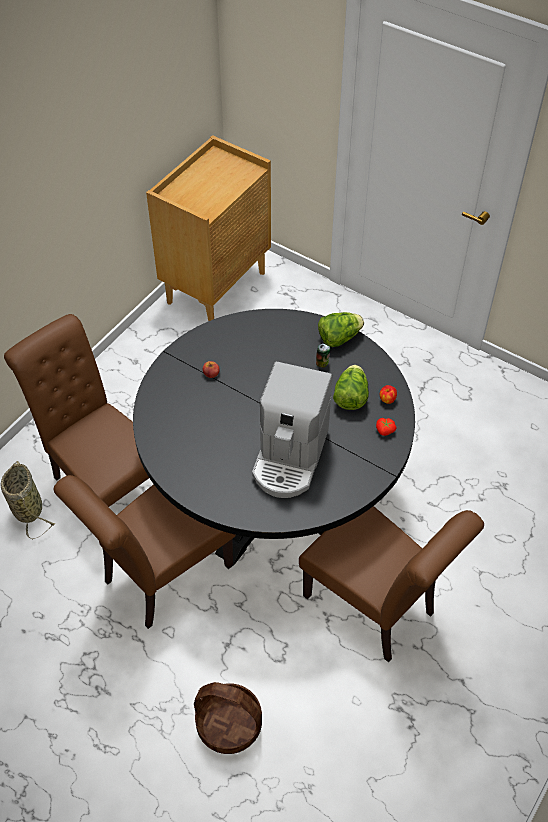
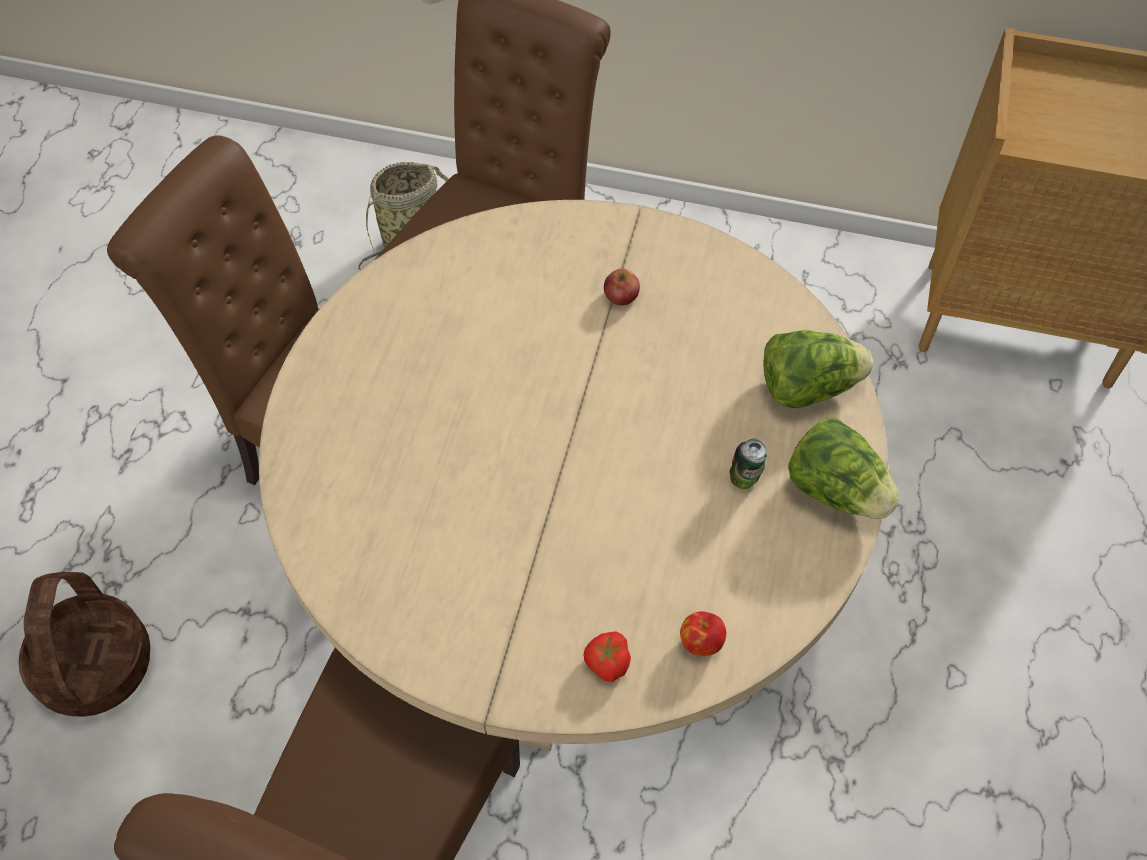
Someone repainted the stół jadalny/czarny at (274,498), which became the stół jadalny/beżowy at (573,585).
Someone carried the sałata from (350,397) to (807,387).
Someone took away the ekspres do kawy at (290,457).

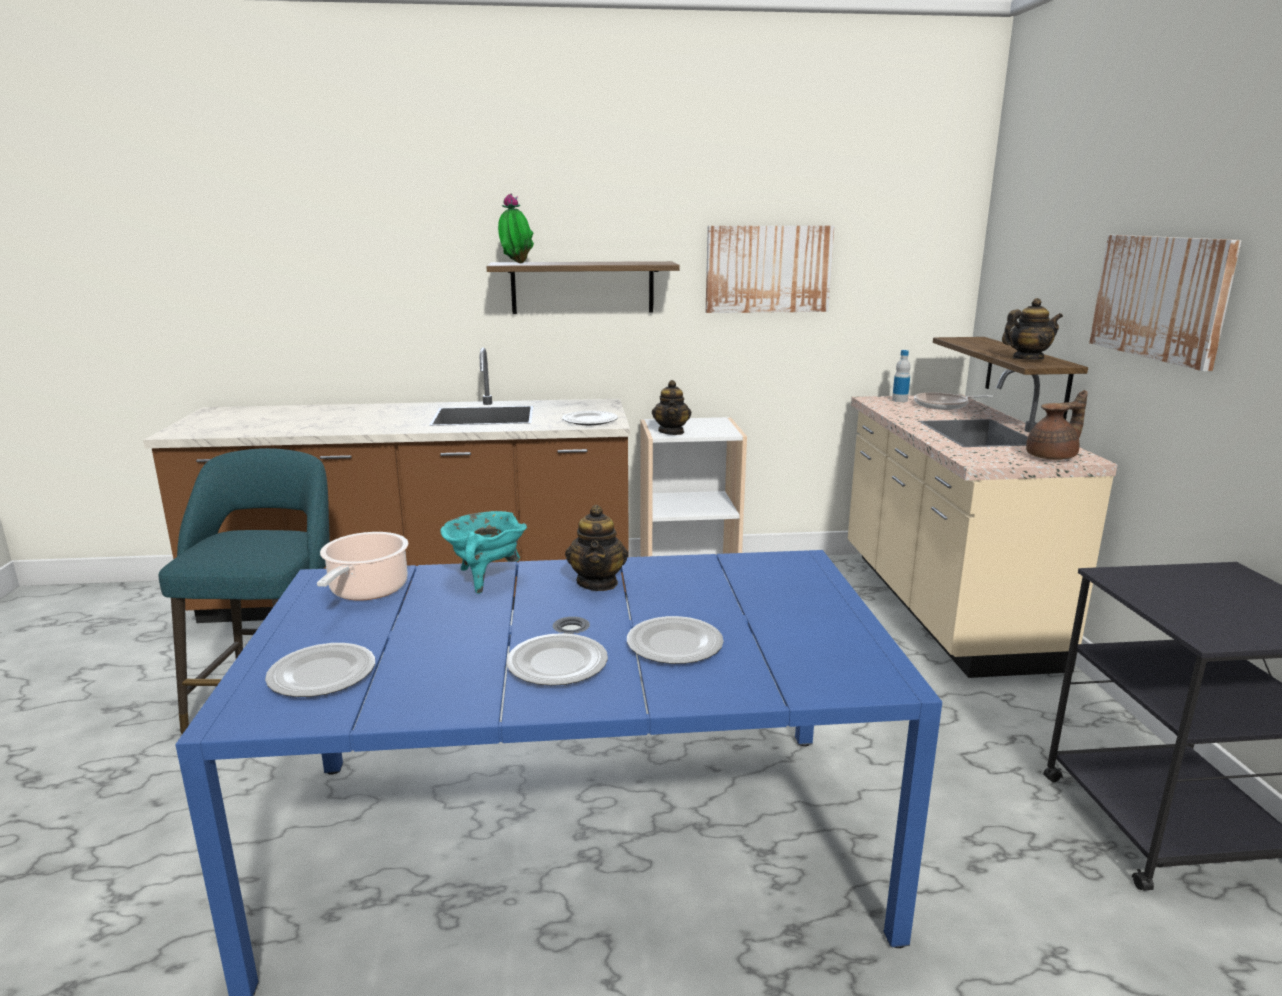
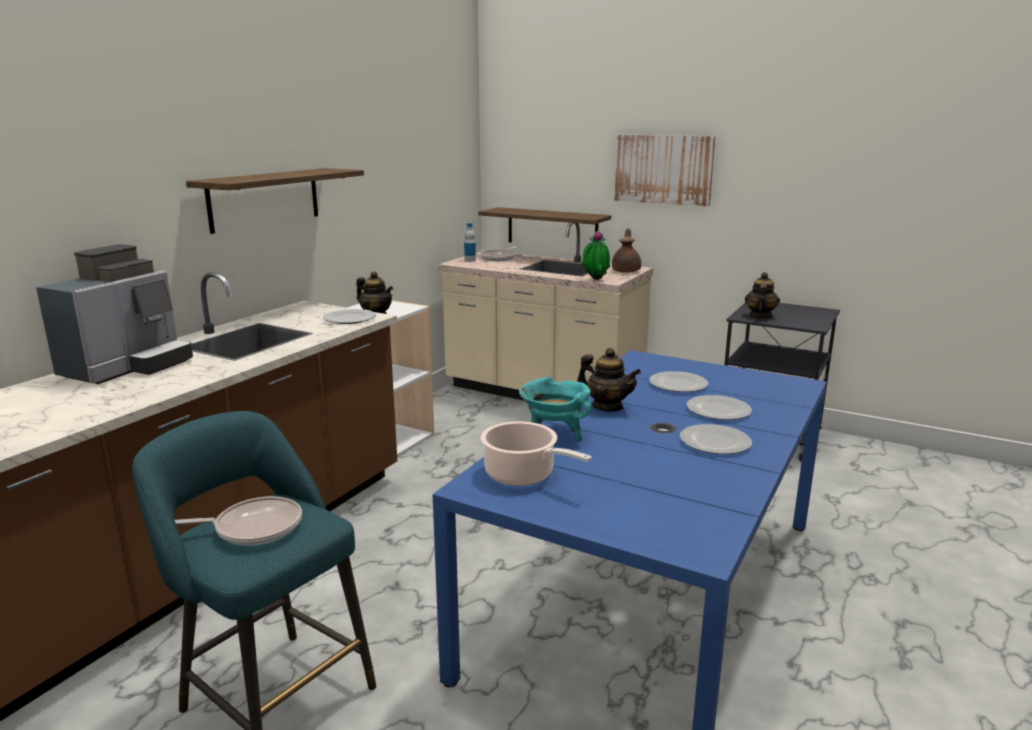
Someone put down the ekspres do kawy at (128,367).
Someone put down the patelnia at (253,528).
Someone carried the roślina doniczkowa from (516,263) to (595,280).
Someone carried the talerz from (321,673) to (677,384).
Someone carried the imbryk from (1027,359) to (759,316).
Someone took away the obraz at (768,269).

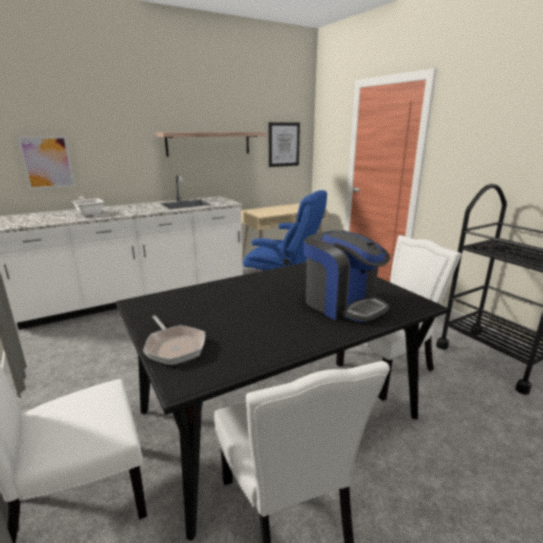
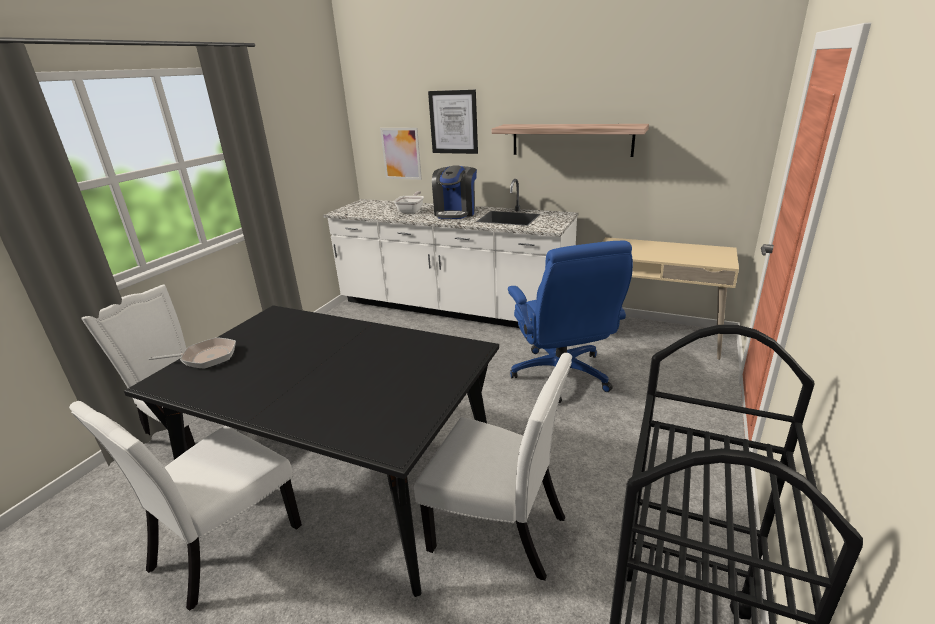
Someone rotated the patelnia at (174,346) by 120 degrees counterclockwise.
Someone carried the obraz from (283,144) to (453,122).
Someone carried the ekspres do kawy from (342,304) to (455,213).

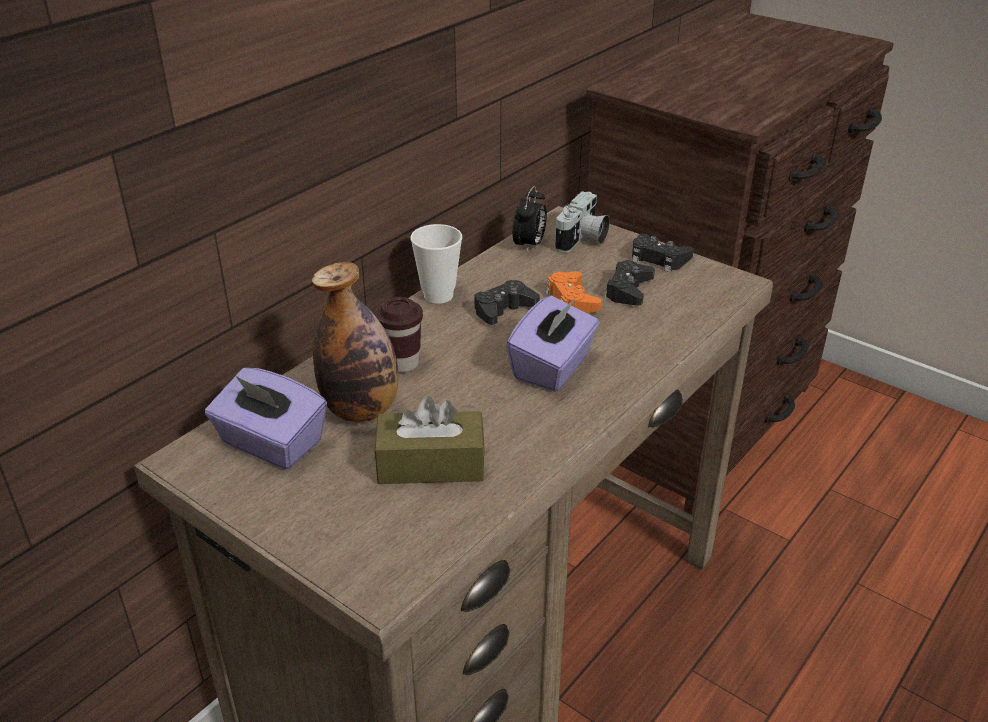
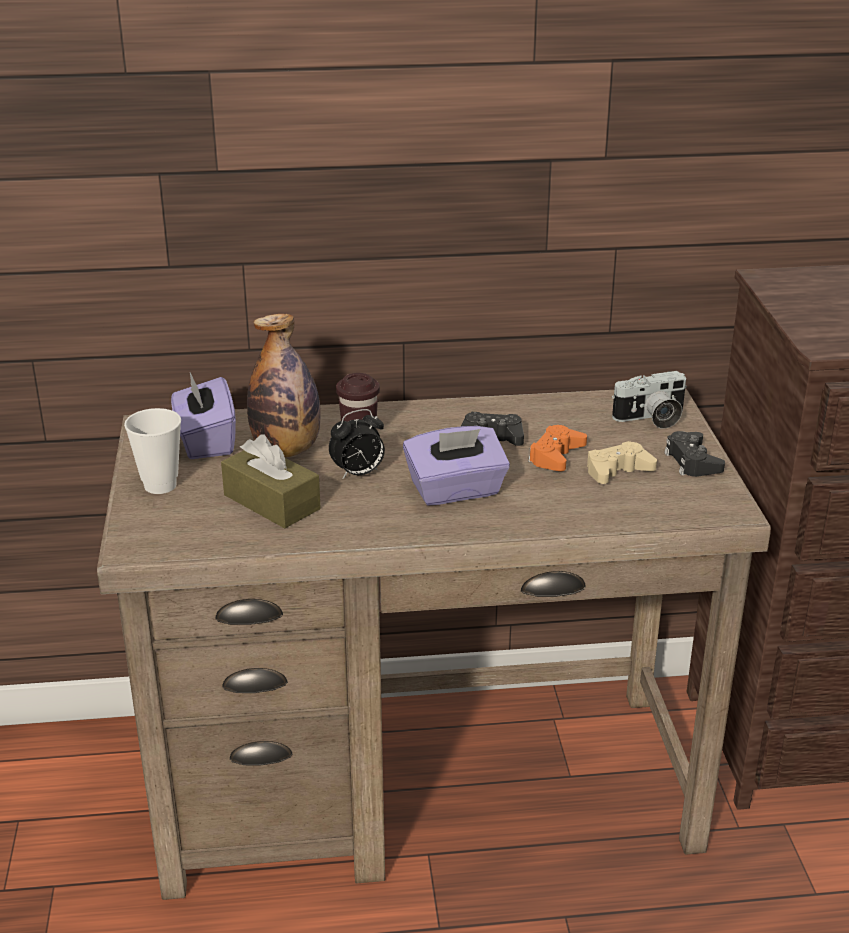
Someone carried the filiżanka from (438,295) to (160,485).
Someone carried the budzik from (529,245) to (358,474).
Someone repainted the pad do gier/czarny at (628,290), which became the pad do gier/beżowy at (617,471).

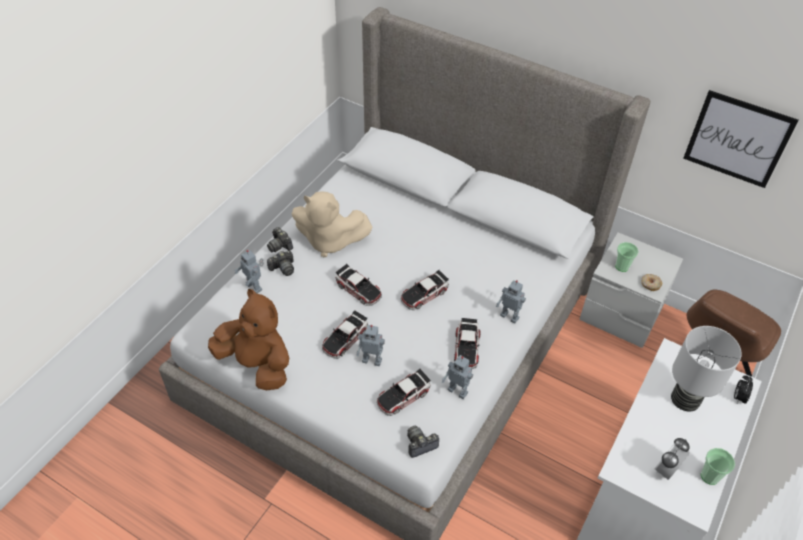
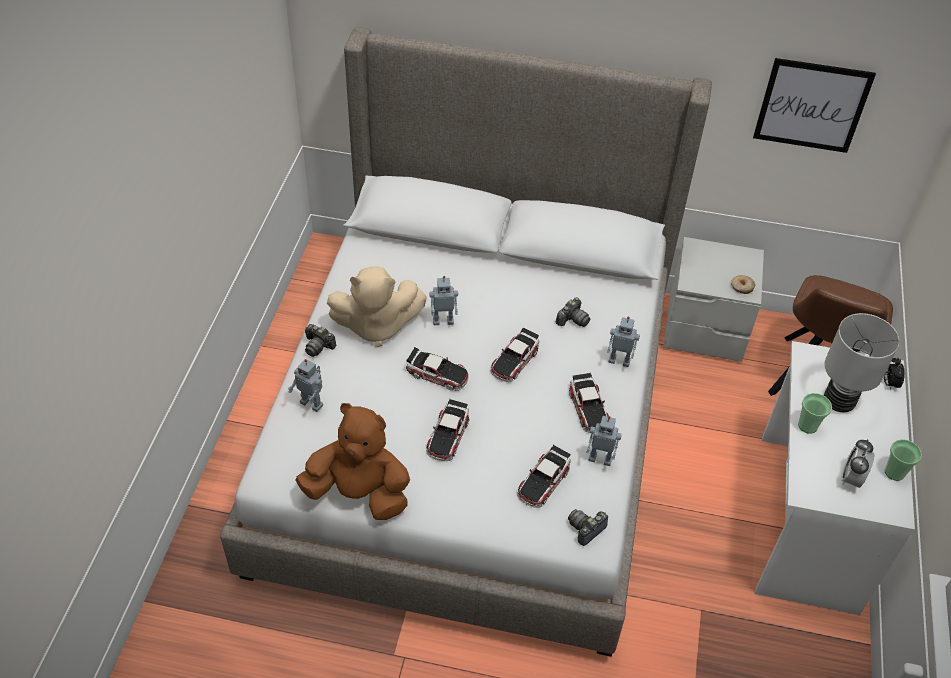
Someone carried the robot zabawkowy from (372,360) to (443,320).
Someone carried the aparat fotograficzny from (283,268) to (572,320).
Someone carried the filiżanka from (622,266) to (807,425).

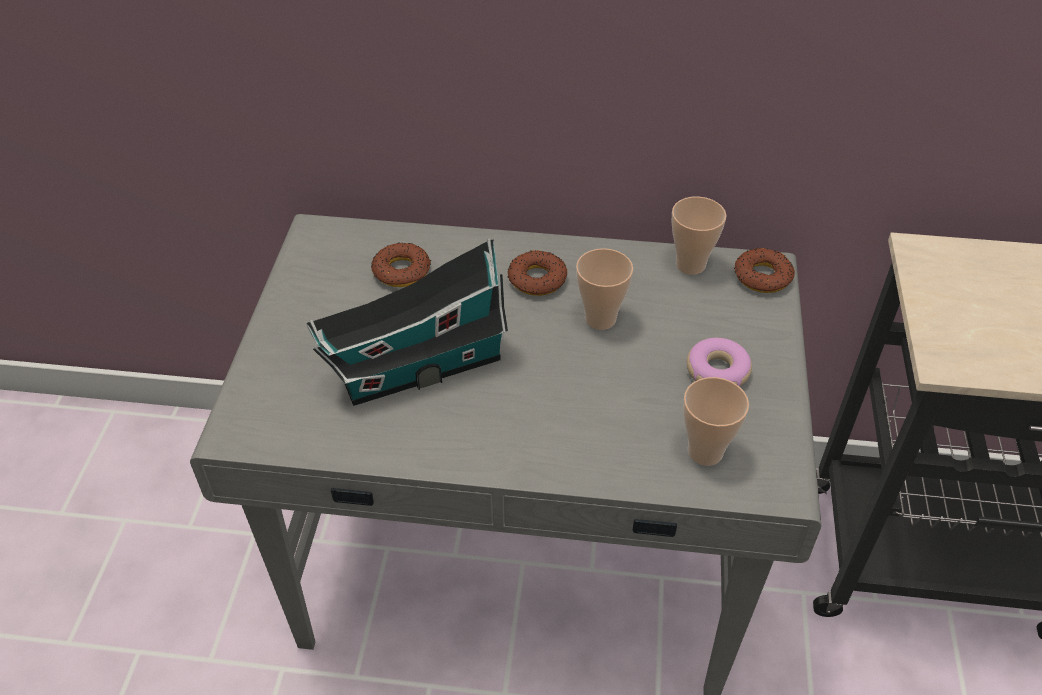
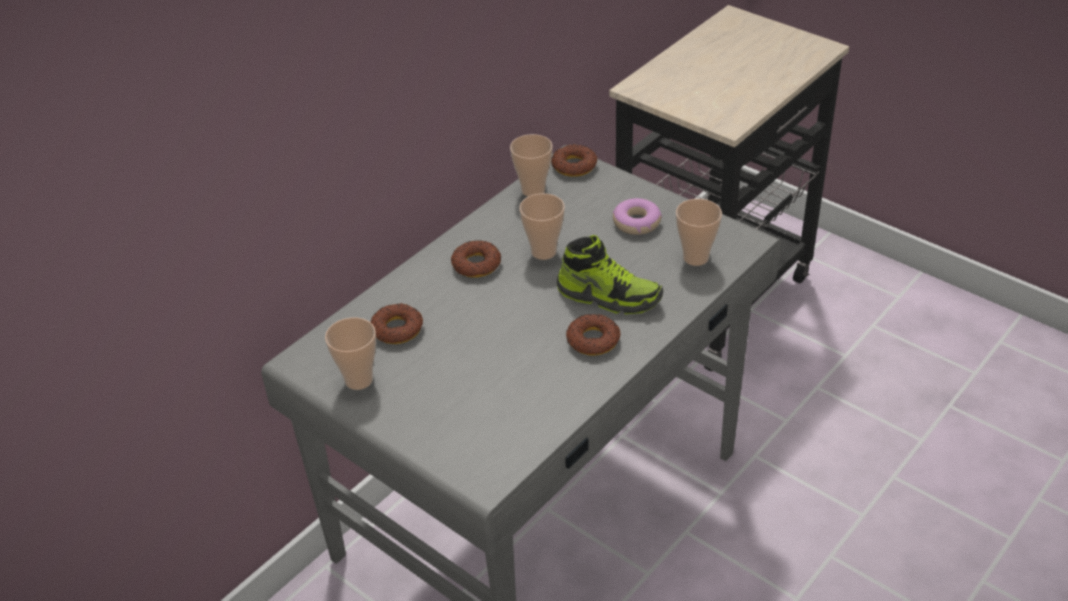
Someone put down the filiżanka at (358,380).
Someone put down the but at (609,296).
Someone put down the donut at (593,340).
Someone took away the domek at (415,370).

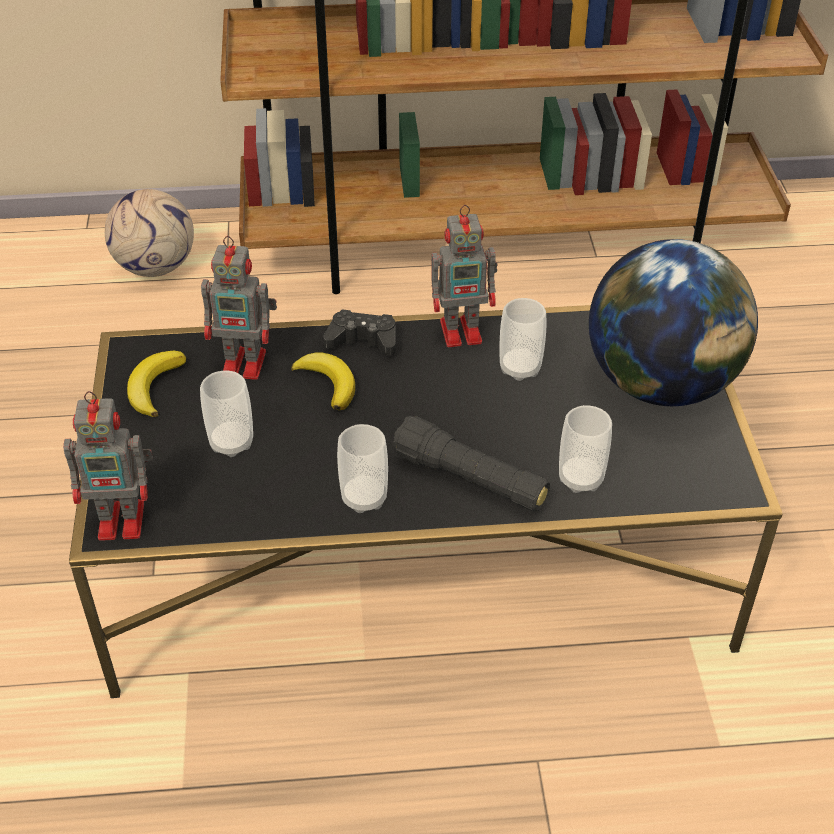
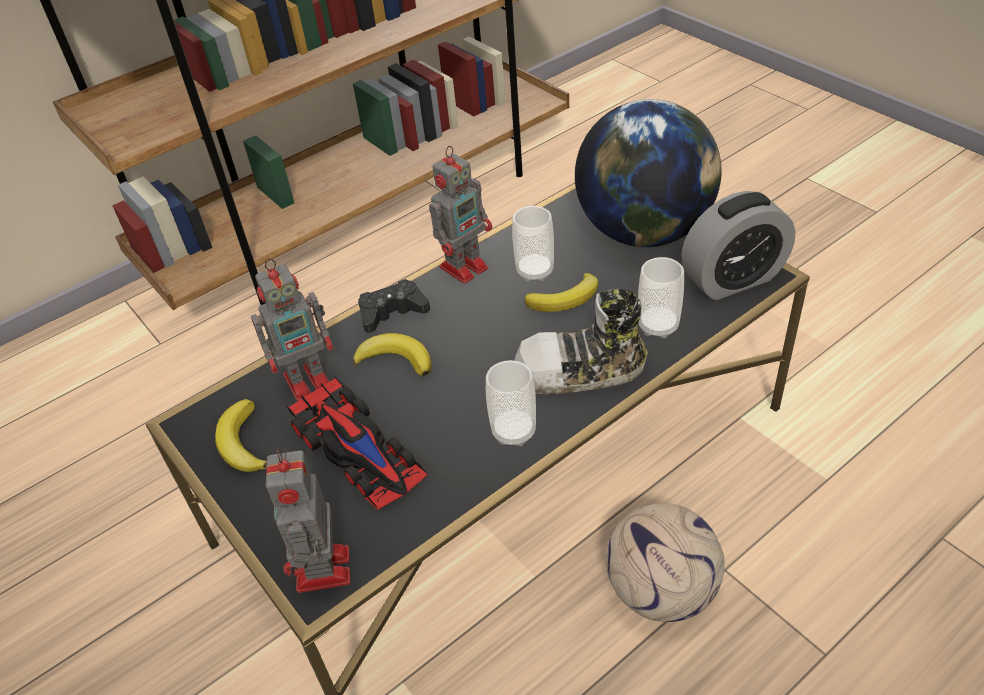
Someone rotated the robot zabawkowy at (124,520) by 120 degrees clockwise.
Someone swapped the filiżanka at (231,443) for the samochodzik at (358,451).
Someone swapped the latarka/czarny at (470,479) for the but at (581,371).
Someone put down the banan at (566,298).
Someone carried the piłka futbolowa from (156,266) to (660,589).
Someone put down the budzik at (733,279).

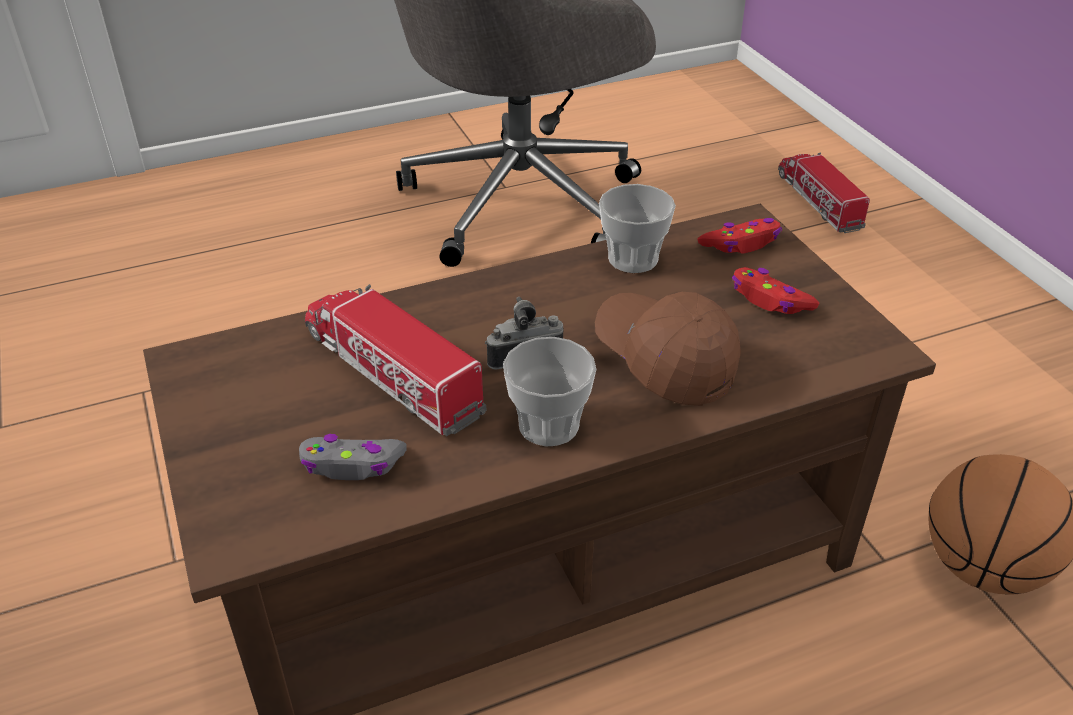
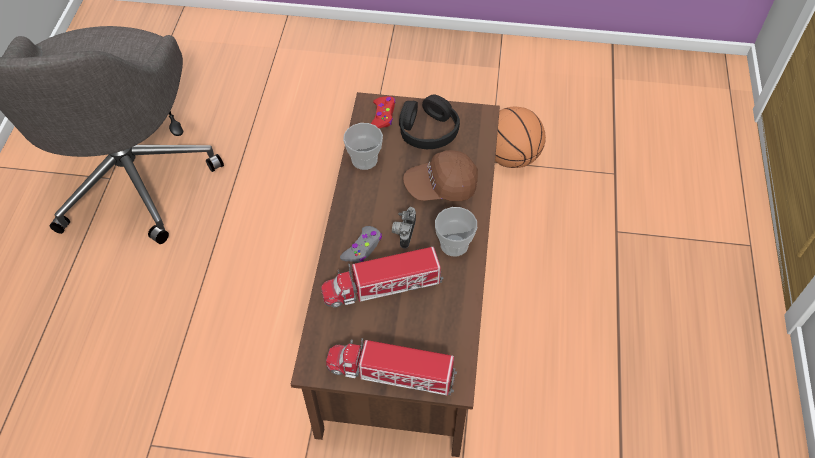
Someone carried the ciężarówka zabawkowa from (818,201) to (391,372).
Someone carried the pad do gier/szary from (352,465) to (362,248).
Someone swapped the pad do gier/czerwony at (770,300) for the słuchawki/czarny at (428,130).

